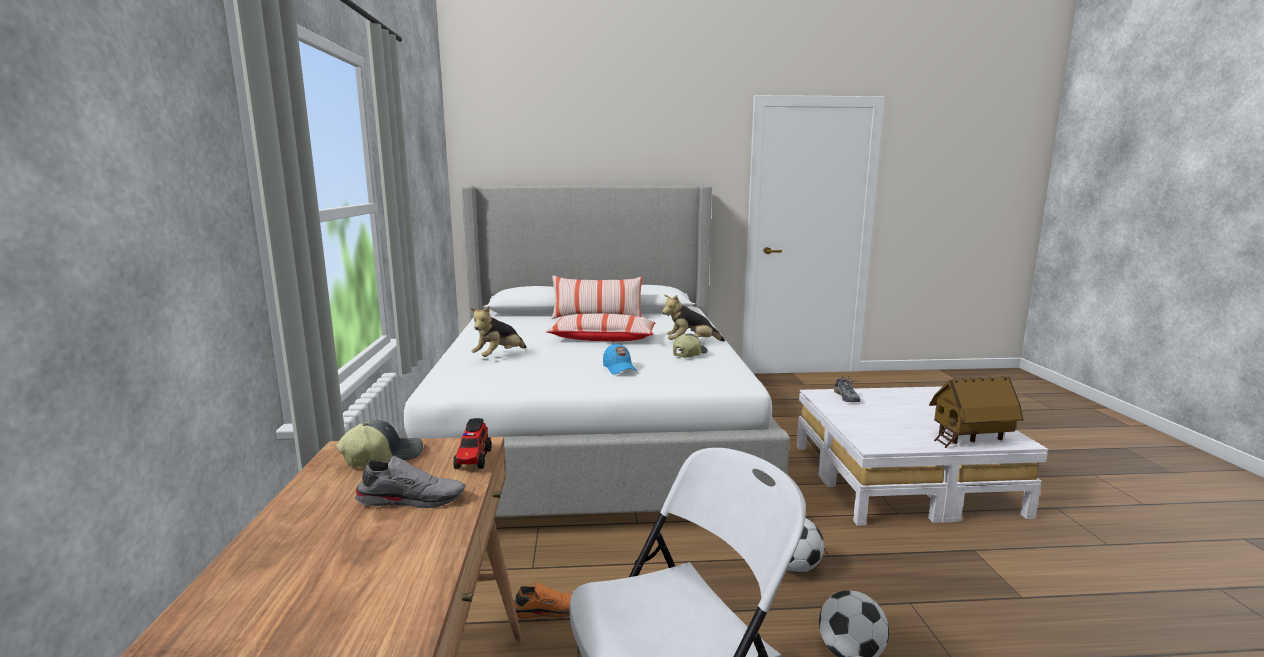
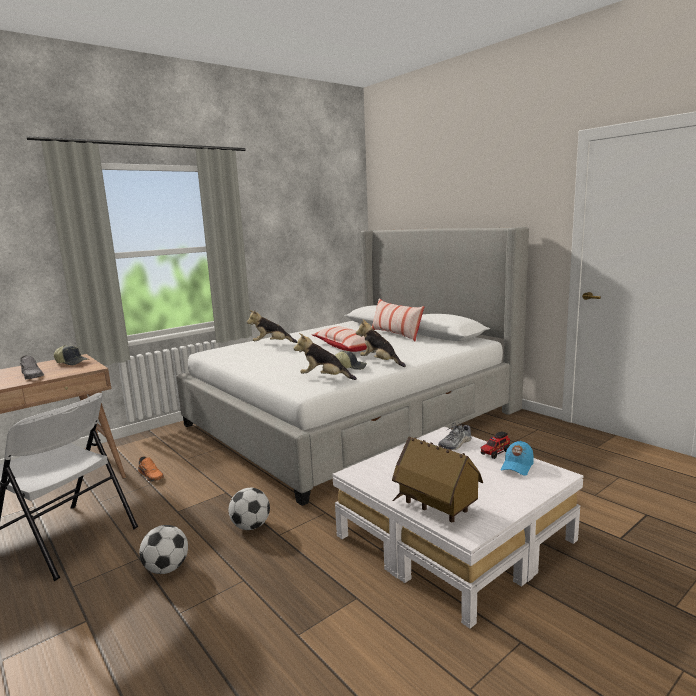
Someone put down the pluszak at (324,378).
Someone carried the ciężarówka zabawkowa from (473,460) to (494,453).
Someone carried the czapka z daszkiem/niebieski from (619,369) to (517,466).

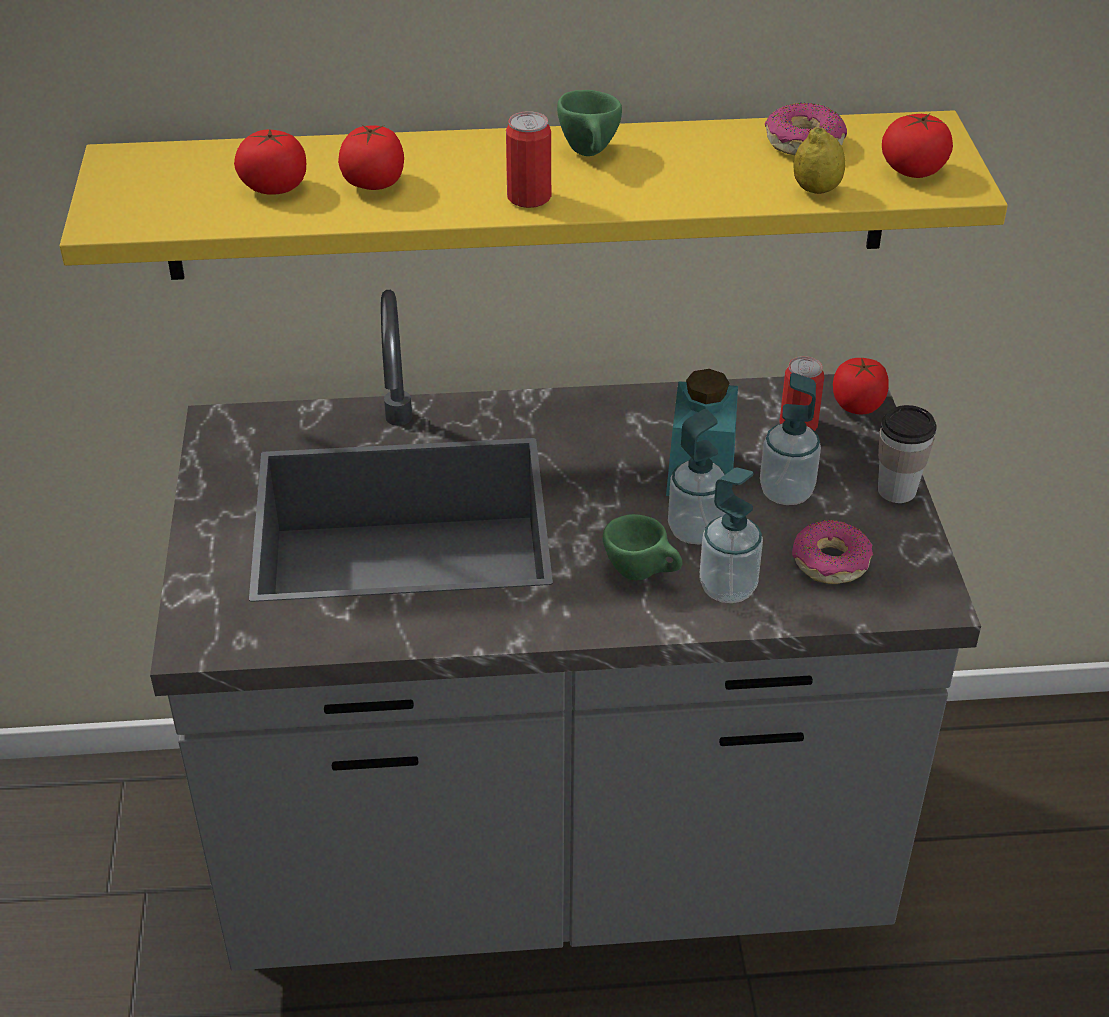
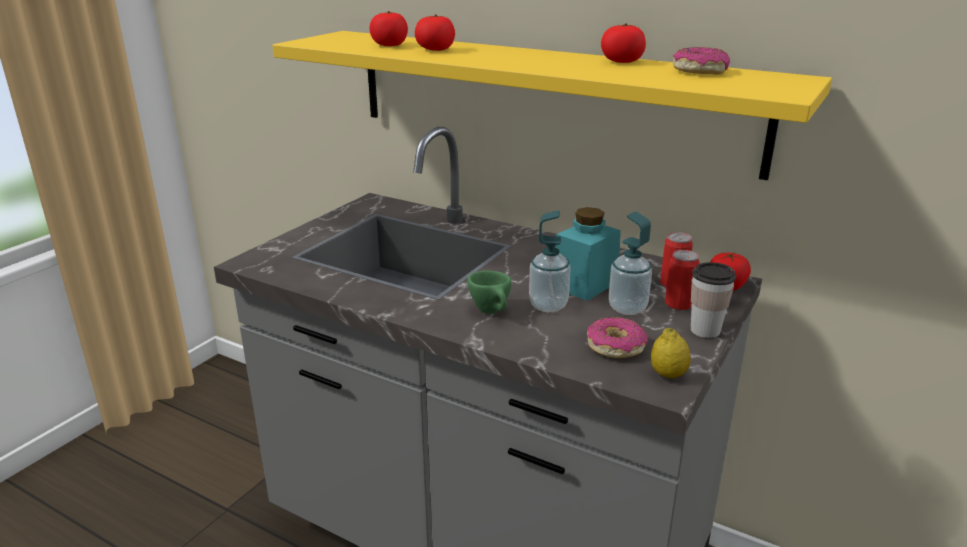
Someone carried the pomidor from (913,170) to (621,62).
Someone carried the cytryna from (816,190) to (668,375).
Someone carried the puszka from (529,197) to (679,304).
Someone took away the filiżanka/zielony at (591,154).
Someone took away the dozownik mydła at (727,588).

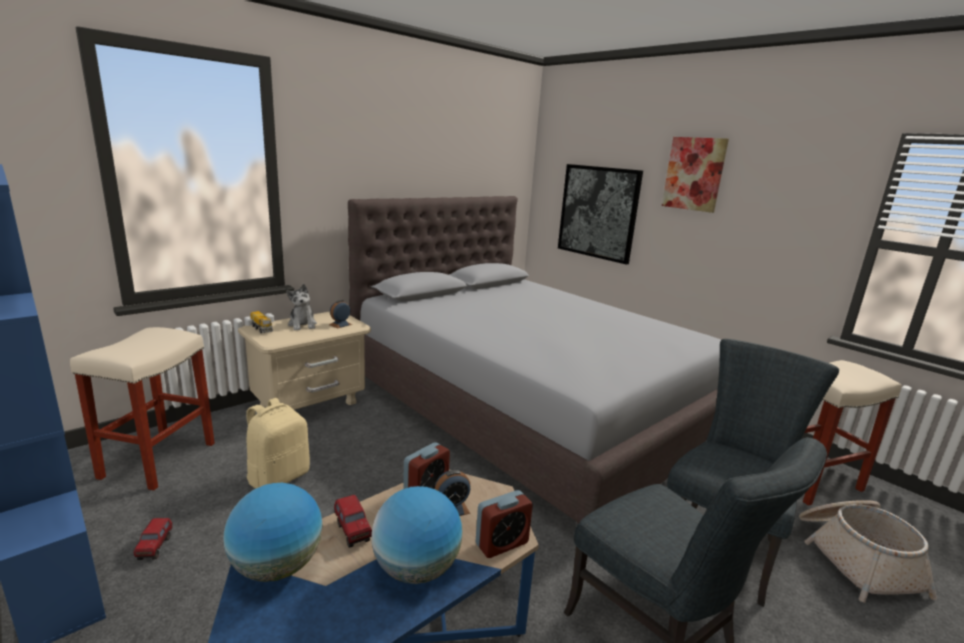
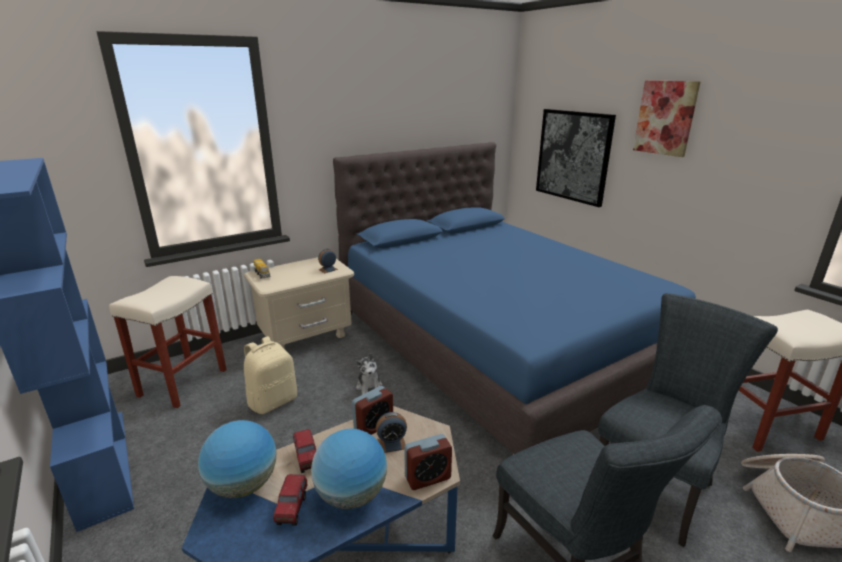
Someone carried the ciężarówka zabawkowa from (155,547) to (292,509).
Someone repainted the łóżko/szary at (526,407), which became the łóżko/niebieski at (495,343).
Someone carried the pluszak from (302,325) to (369,387).

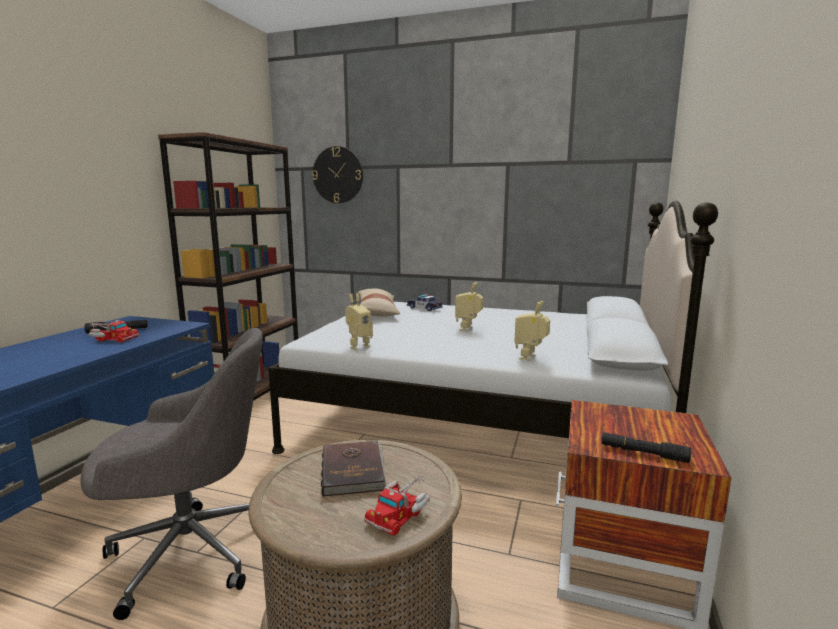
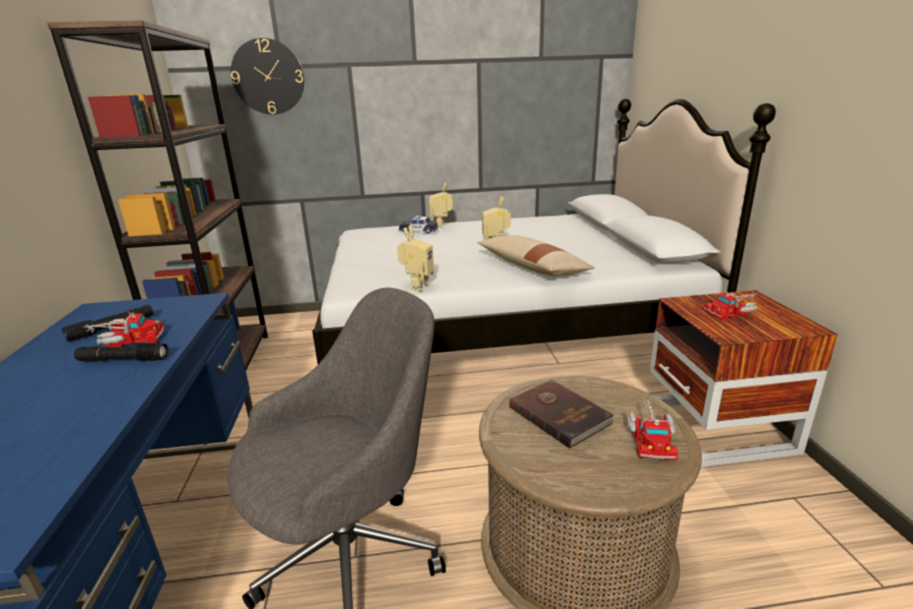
Someone carried the latarka/czarny from (643,453) to (123,360).
Someone carried the robot zabawkowy from (530,358) to (442,226).
Someone carried the poduszka/beżowy from (377,311) to (532,268).
Someone put down the ciężarówka zabawkowa at (731,312).

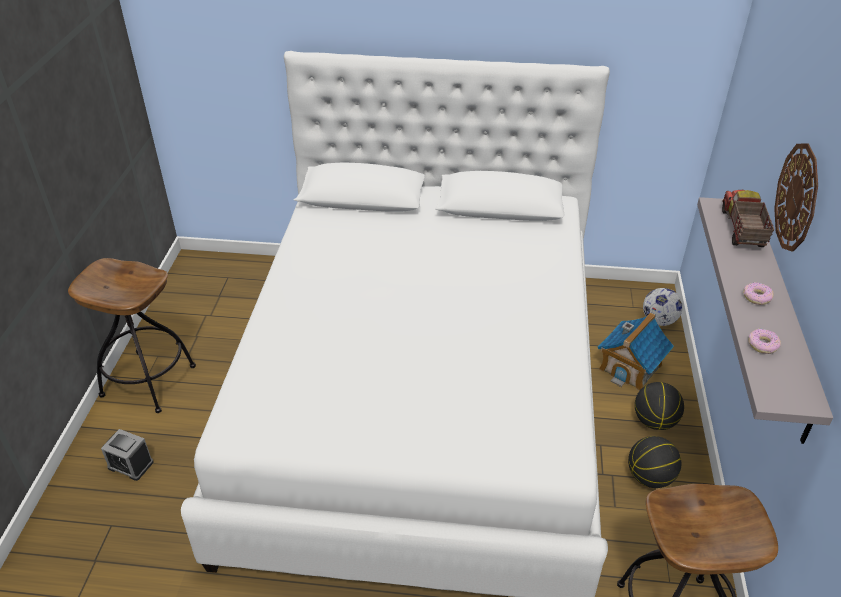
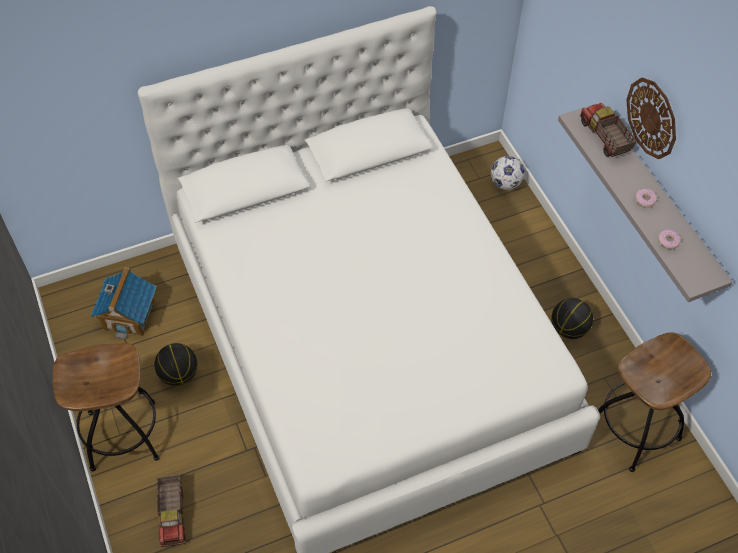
Someone carried the domek from (630,367) to (129,315).
Someone carried the piłka do koszykówki from (654,421) to (179,374).
Someone swapped the budzik at (130,465) for the ciężarówka zabawkowa at (173,515).

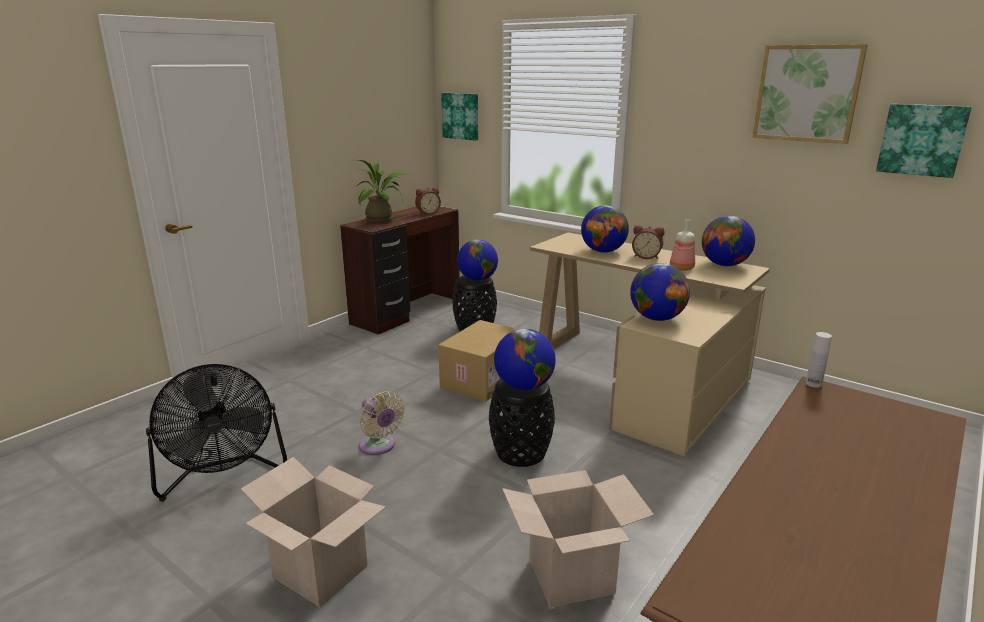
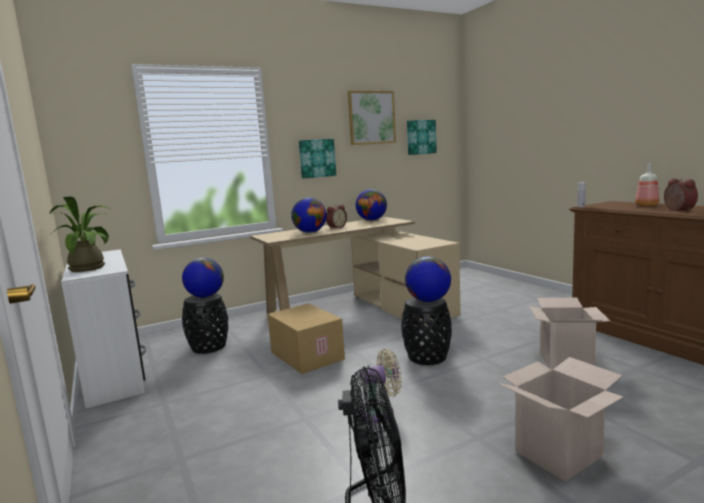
Someone repainted the biurko/brązowy at (408,312), which became the biurko/biały at (116,372).
Someone carried the obraz from (461,116) to (317,158).
Someone carried the butelka from (680,268) to (646,206).
Someone carried the budzik from (427,213) to (677,210).
Someone took away the globus at (657,318).

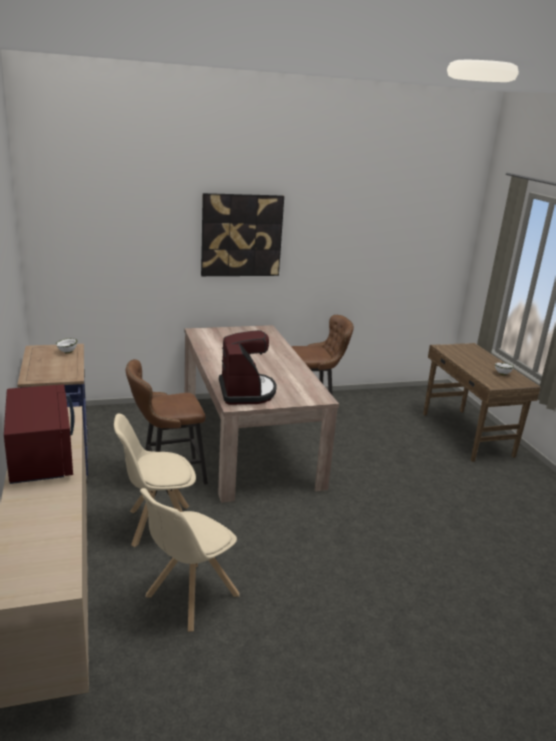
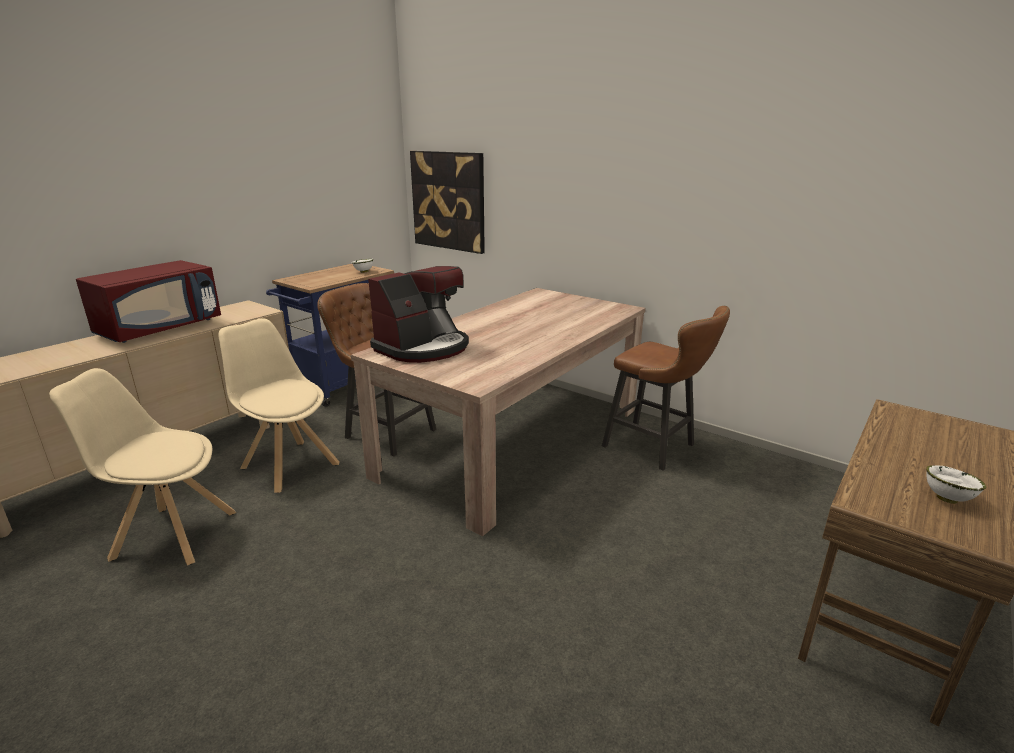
Someone carried the obraz from (241,235) to (448,201).

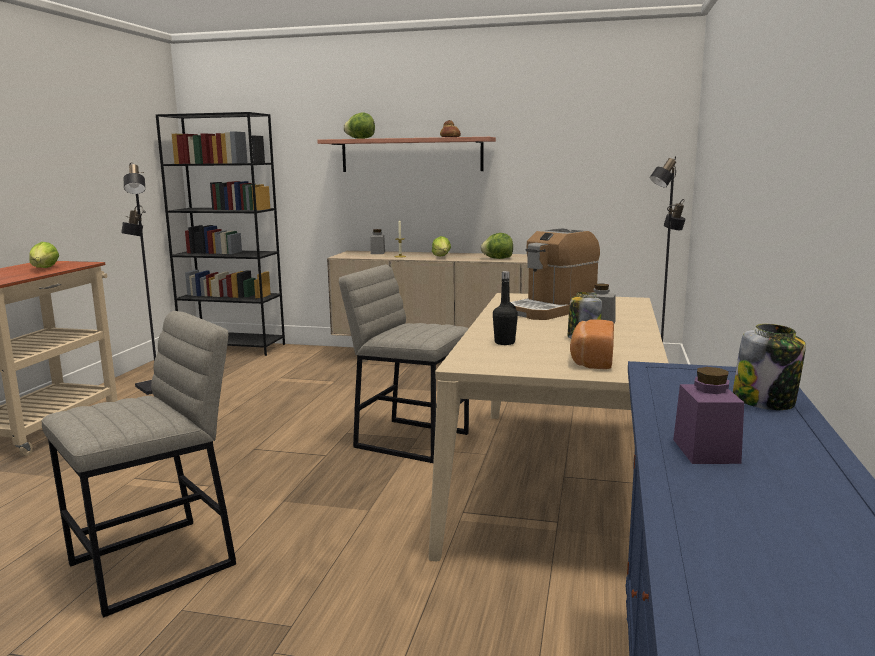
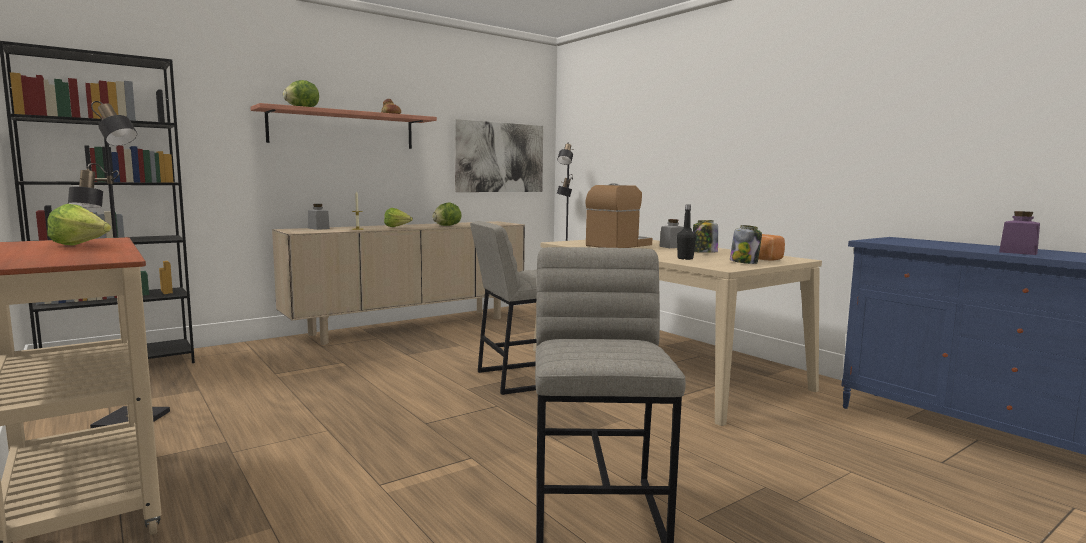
Someone put up the obraz at (500,157).
Someone rotated the ekspres do kawy at (552,310) by 135 degrees counterclockwise.
Someone carried the słoik from (765,401) to (744,262).

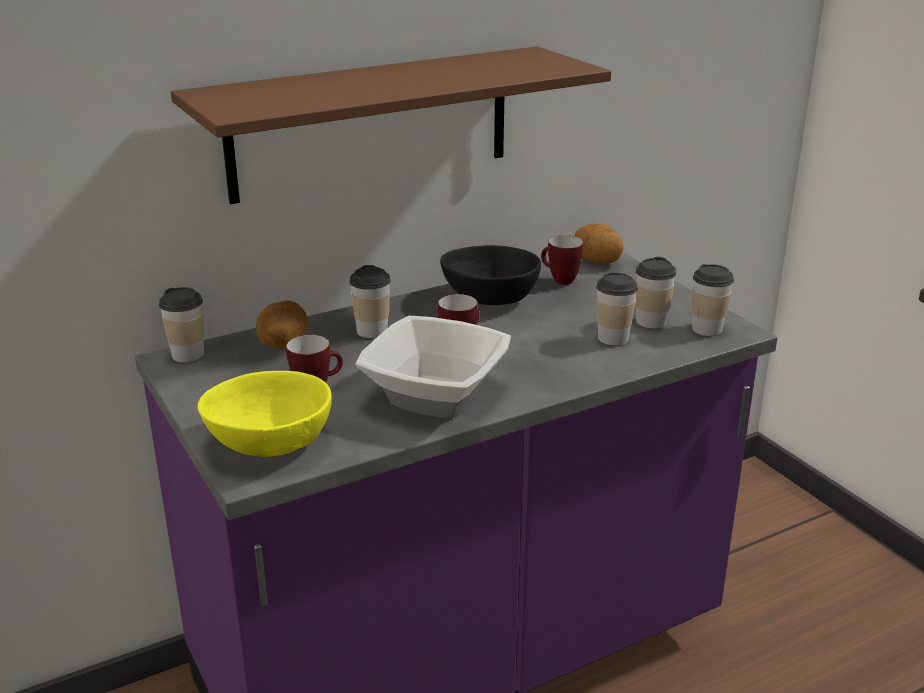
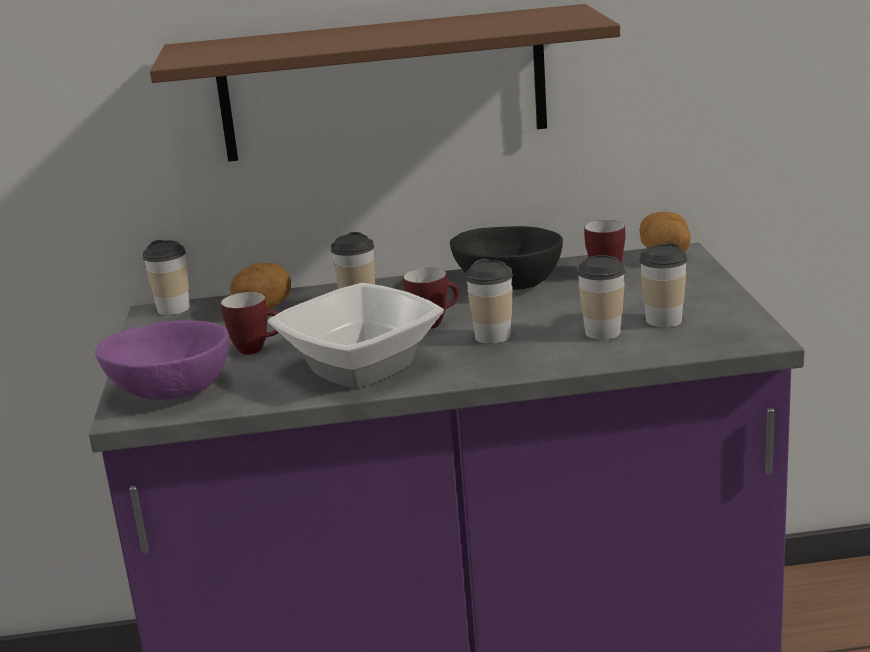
Someone repainted the miska/żółty at (272,444), which became the miska/fioletowy at (172,391).
Someone carried the filiżanka from (707,329) to (492,336).

